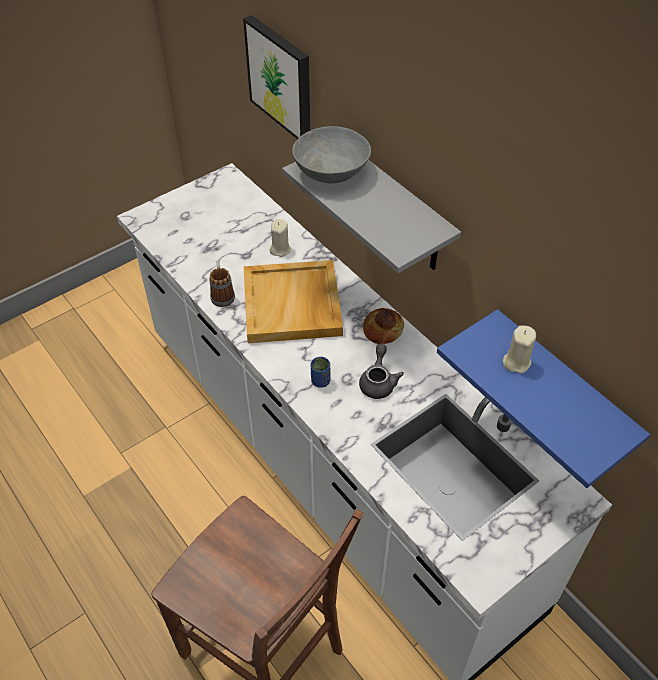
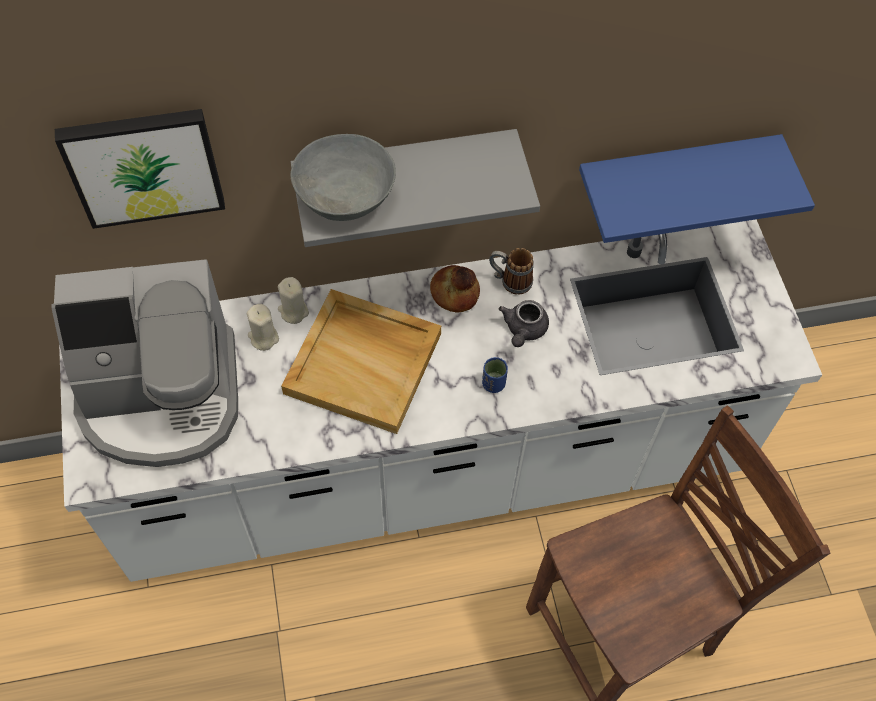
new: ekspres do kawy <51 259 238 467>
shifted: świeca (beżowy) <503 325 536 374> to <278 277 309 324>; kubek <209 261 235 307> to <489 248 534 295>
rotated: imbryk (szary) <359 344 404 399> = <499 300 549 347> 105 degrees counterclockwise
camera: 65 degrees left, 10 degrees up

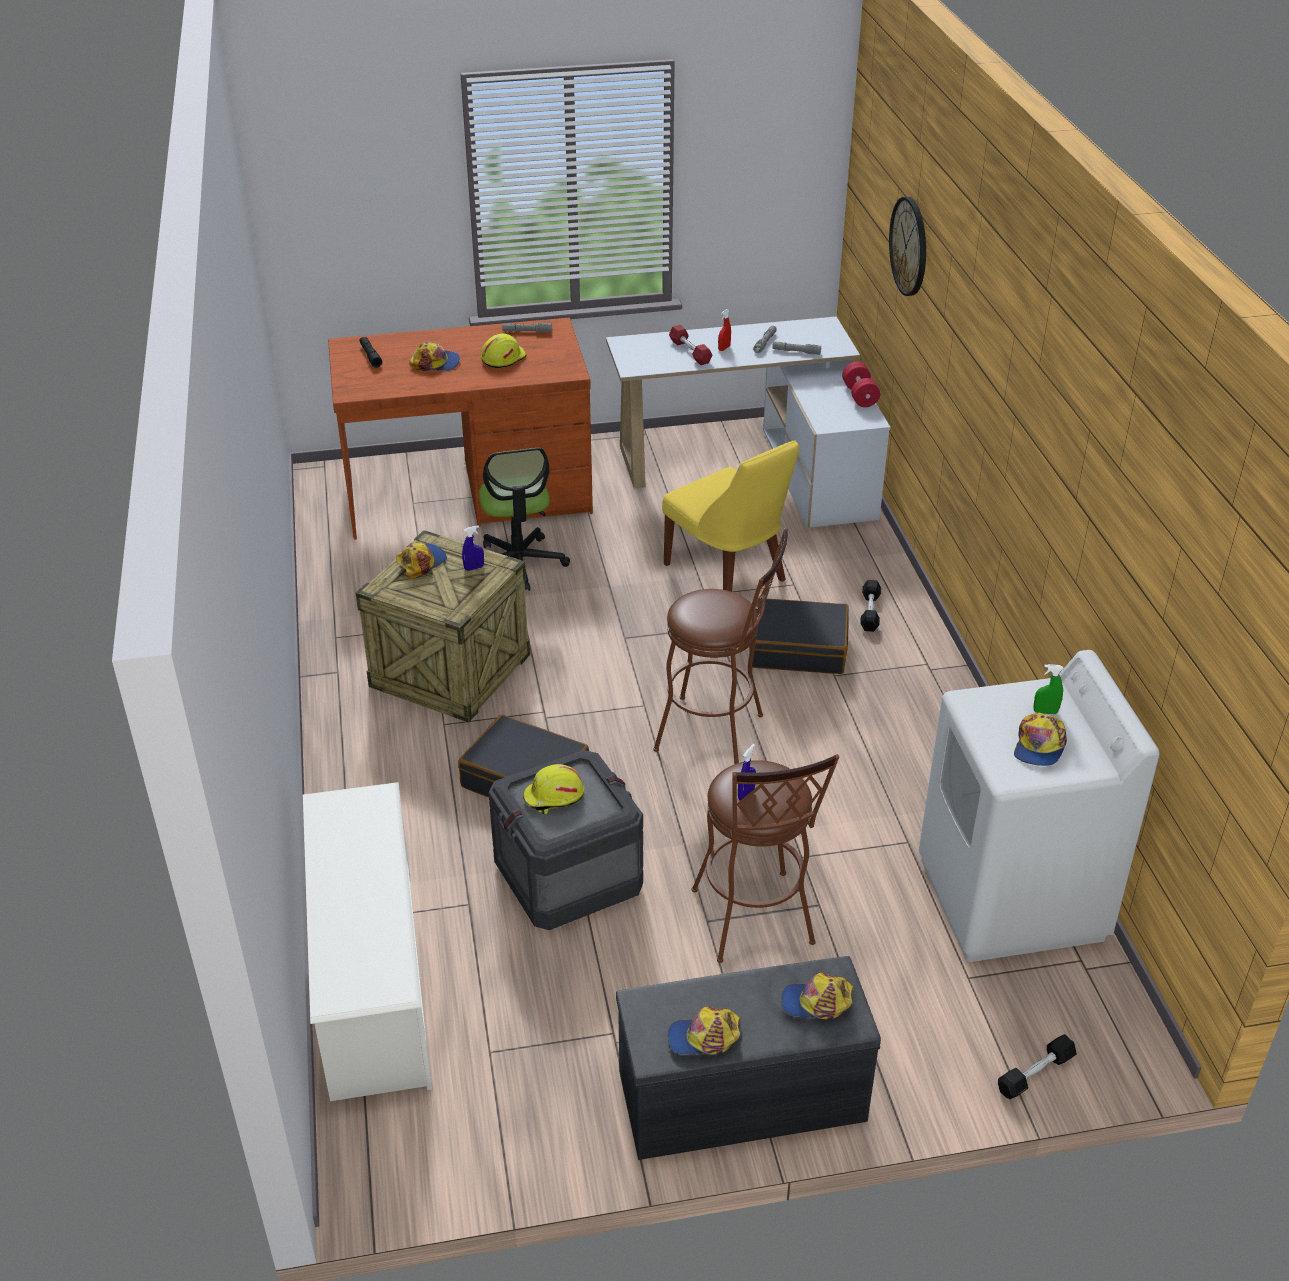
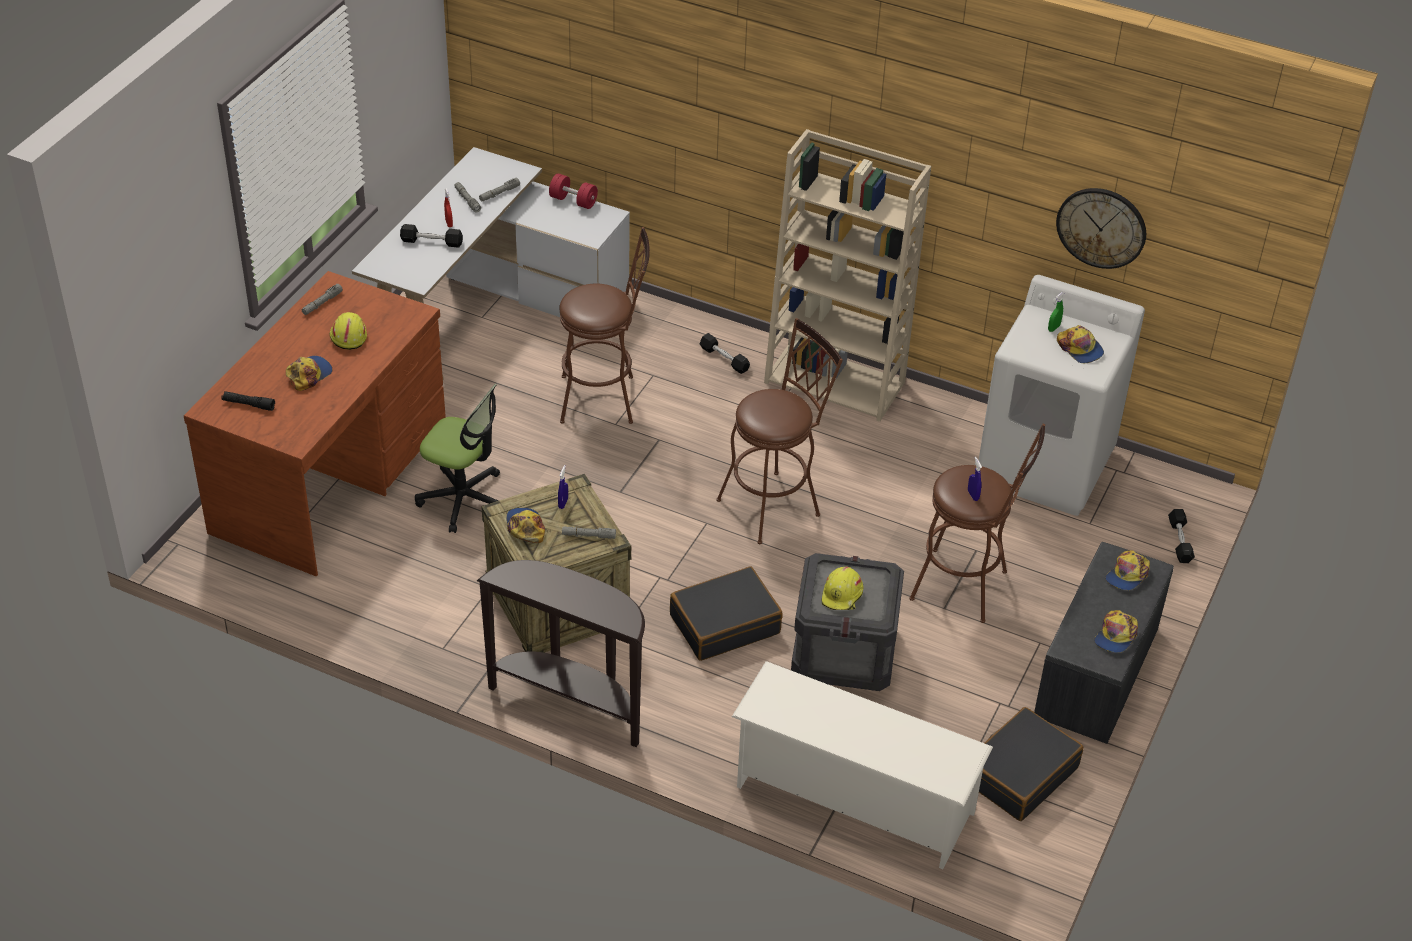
new: stolik konsolowy (brązowy) <477 560 645 747>; latarka (szary) <562 526 616 539>; regał (beżowy) <764 129 931 422>
shifted: walizka (czarny) <749 598 849 674> to <979 707 1083 821>; zegar ścienny <889 197 926 296> to <1056 188 1146 269>
swapped: krzesło (żółty) <662 441 799 592> to stołek (brązowy) <559 227 650 424>
repainted: hantel (czerwony) <669 325 712 365> to hantel (czarny) <400 224 463 248>
camera: 55 degrees left, 5 degrees up

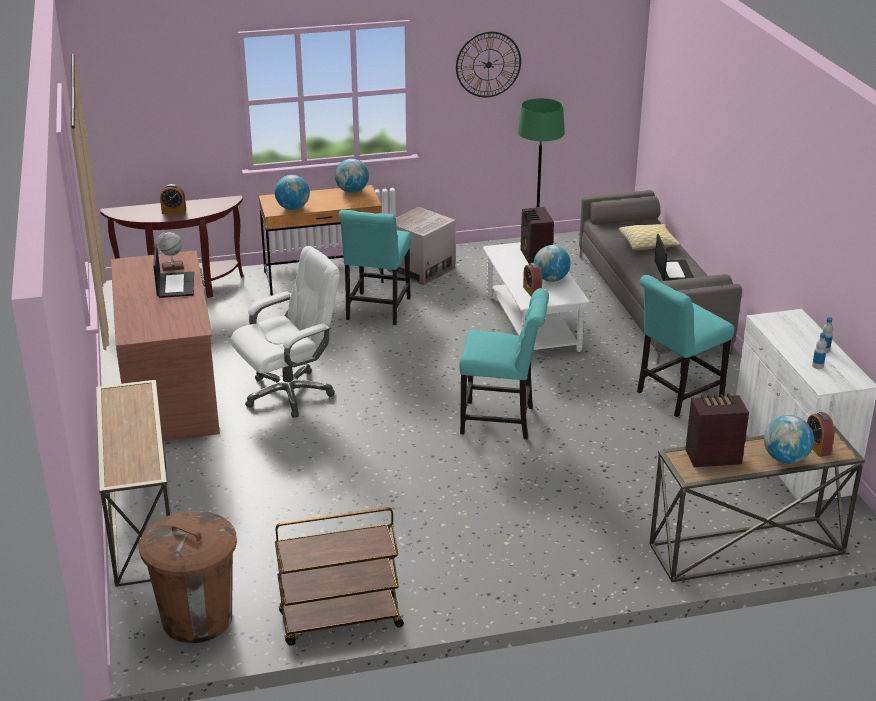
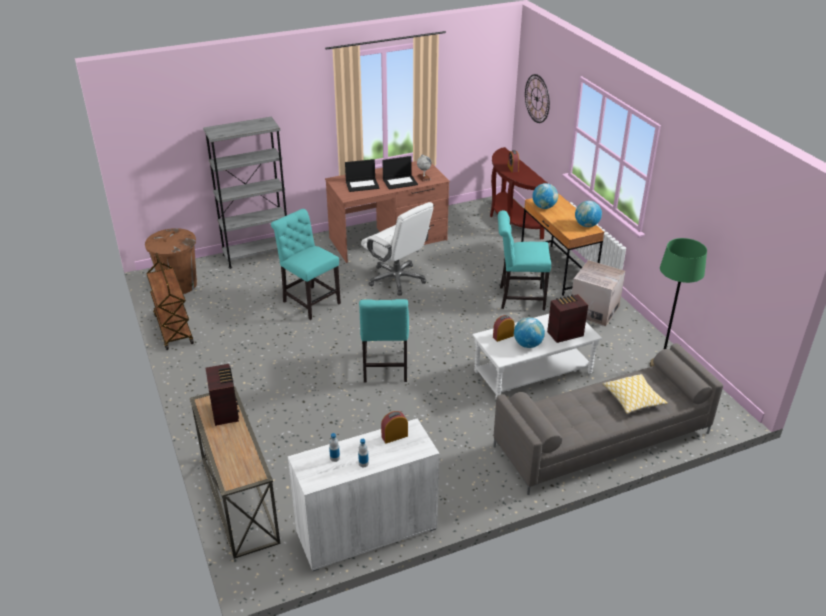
gone: globus <764 415 814 464>
shifted: krzesło (turkusowy) <637 275 734 417> to <271 209 341 320>; laptop <655 234 694 281> to <345 159 380 192>; budzik <807 412 835 457> to <381 411 408 444>; zegar ścienny <456 31 521 97> to <525 74 550 123>
swapped: stolik konsolowy <96 380 171 587> to regał (szary) <203 117 287 269>
camera: 80 degrees right, 5 degrees up

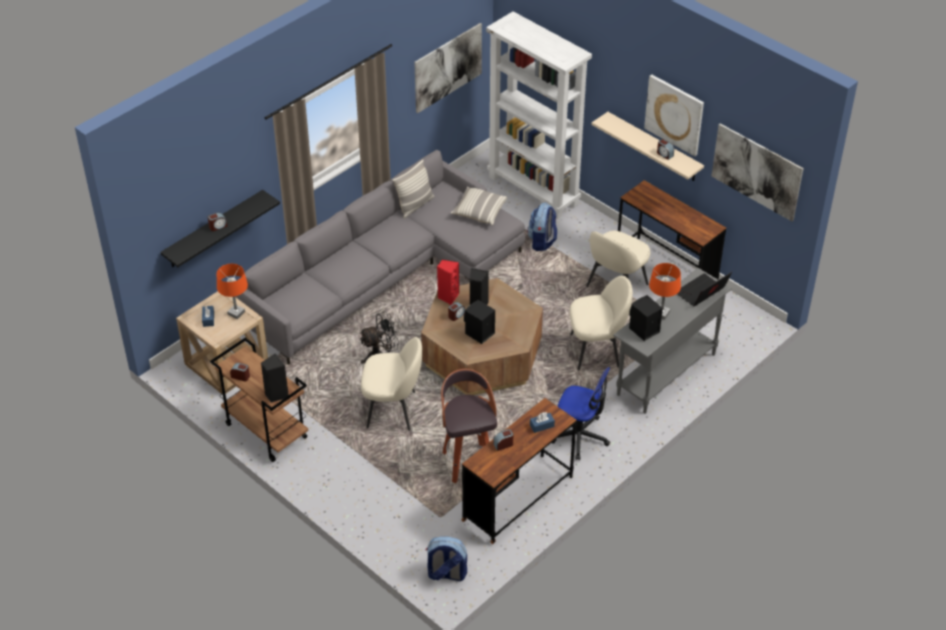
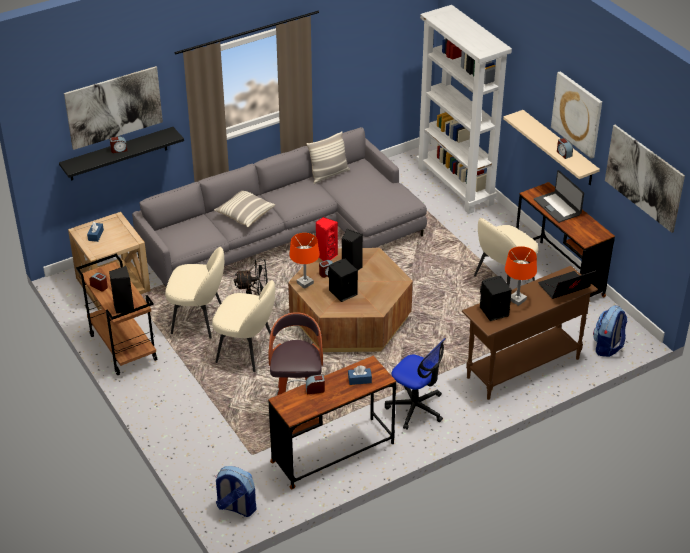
new: laptop <534 170 584 223>
shifted: obraz <414 23 482 113> to <64 66 163 150>; krzesło (beżowy) <569 276 633 371> to <165 247 224 339>; poduszka <451 187 507 225> to <214 191 275 227>; lampa stołowa (pomarańczowy) <217 264 248 319> to <289 233 320 289>; plecak <527 203 557 251> to <593 305 628 357>
repainted: stolik konsolowy (szary) <613 268 732 414> to stolik konsolowy (brązowy) <462 266 598 400>
camera: 15 degrees right, 5 degrees down

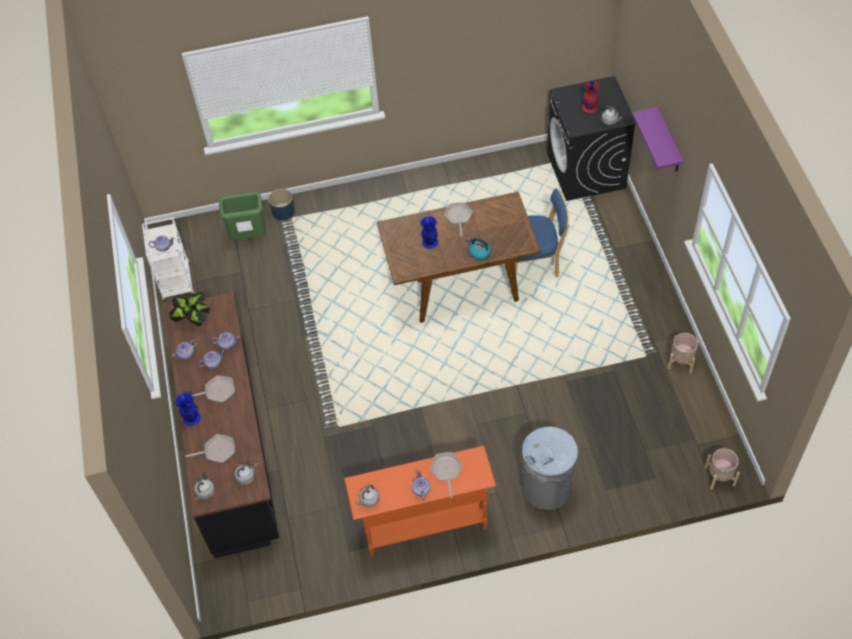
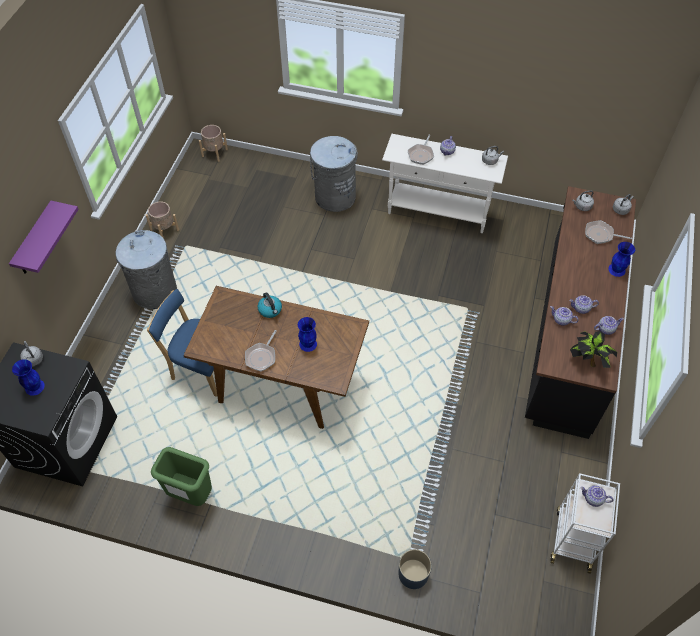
gone: patelnia <192 375 235 402>
new: kosz na śmieci (szary) <116 230 177 309>
shifted: kosz na śmieci (zielony) <219 192 266 240> to <151 447 212 506>
repainted: wazon (czerwony) <583 81 600 113> to wazon (niebieski) <12 359 45 396>; stolik konsolowy (pomarańczowy) <344 446 496 556> to stolik konsolowy (biały) <382 134 508 233>
camera: 155 degrees left, 0 degrees up

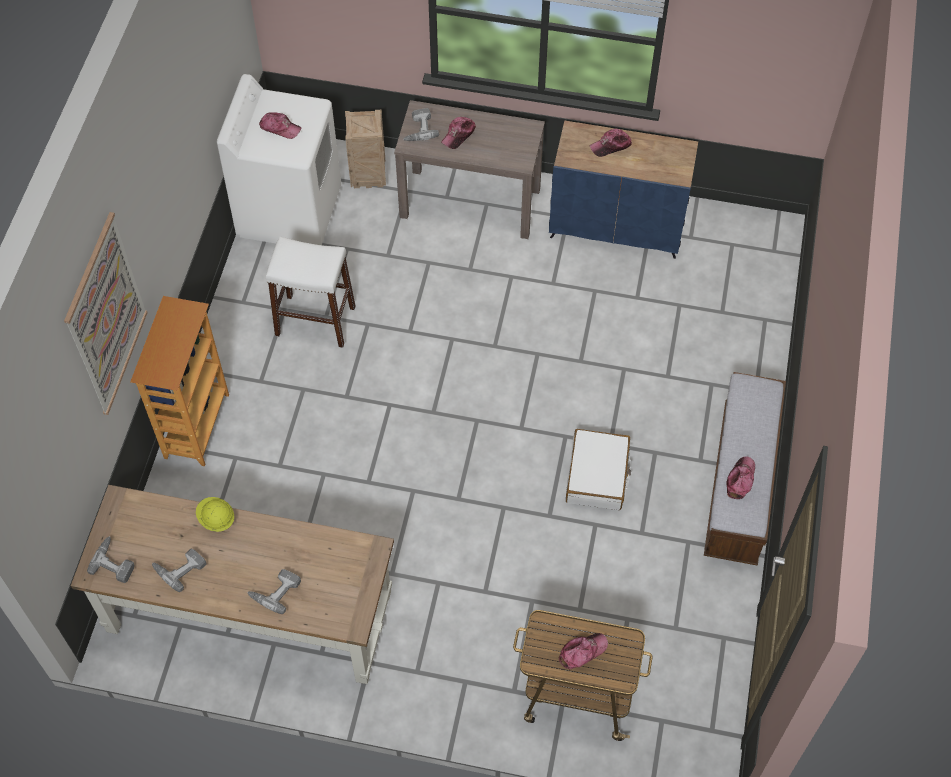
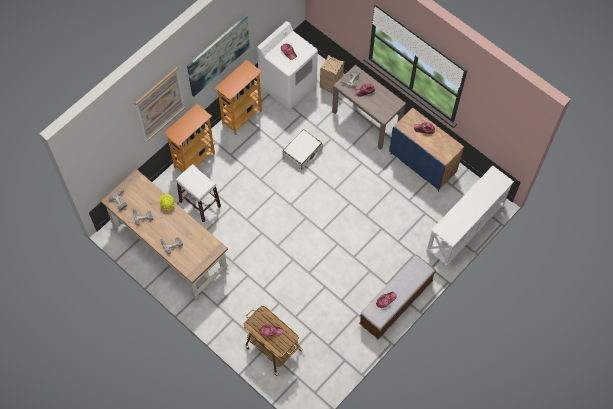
new: obraz <187 15 250 97>; regał <215 60 262 135>; stolik konsolowy (biały) <426 166 514 267>
shifted: stołek (biały) <266 236 356 348> to <176 164 221 223>; walizka (biały) <566 429 631 510> to <283 129 322 169>
camera: 30 degrees right, 5 degrees up

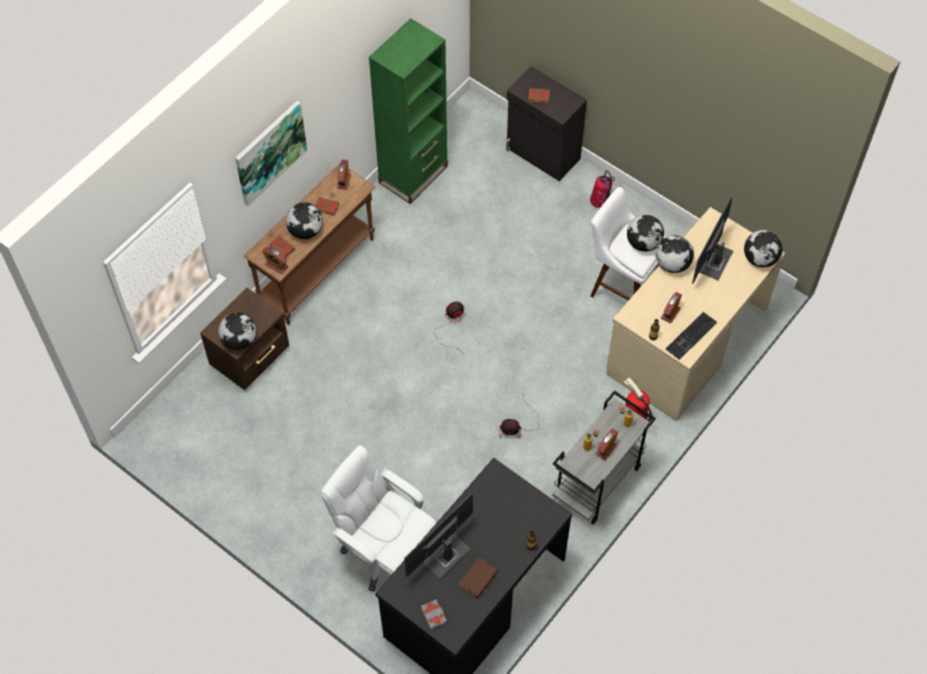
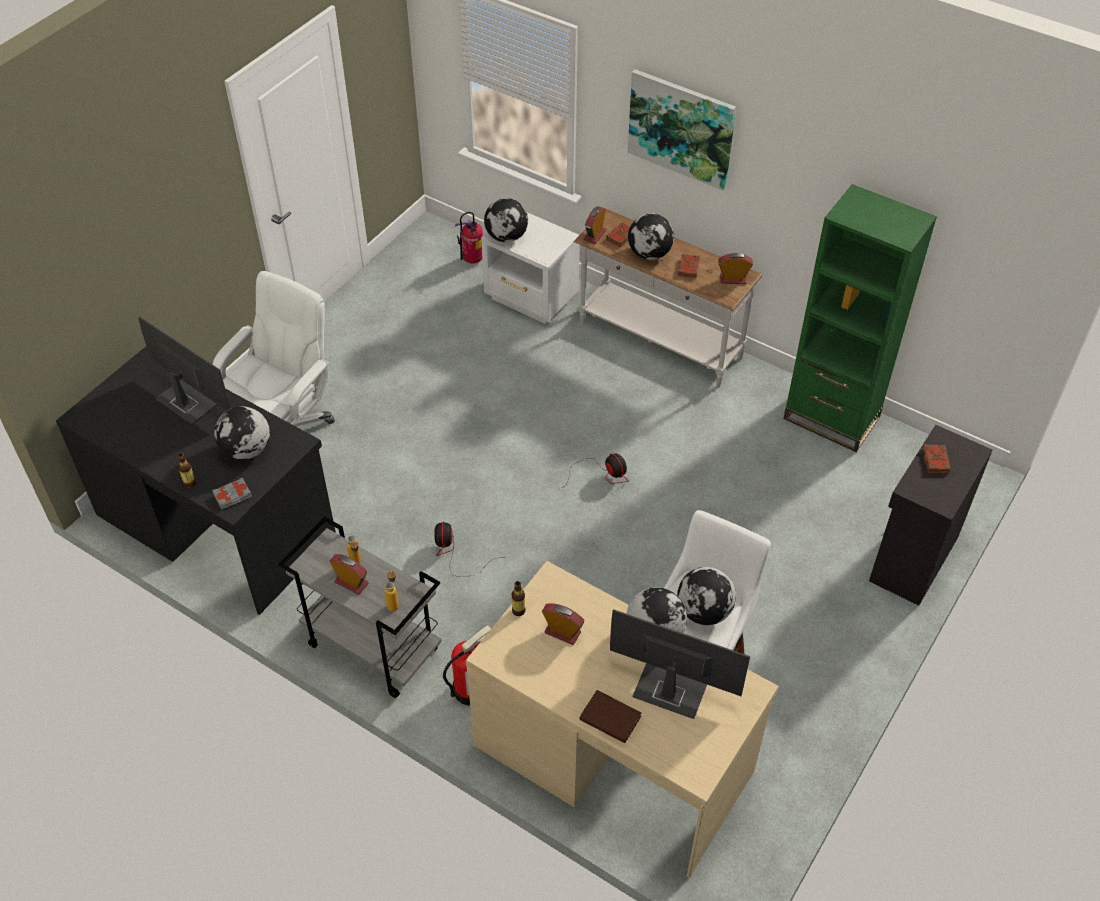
gone: klawiatura <666 312 717 360>
shifted: książka (szary) <421 599 447 630> to <212 478 252 509>; globus <744 230 783 268> to <214 406 270 460>; gaśnica <590 170 615 208> to <455 212 483 264>; książka (brązowy) <458 557 498 598> to <580 690 641 743>
repainted: szafka nocna (brązowy) <200 288 289 390> to szafka nocna (biały) <481 212 580 324>; stolik konsolowy (brązowy) <244 163 376 325> to stolik konsolowy (biały) <574 209 762 388>
camera: 85 degrees right, 10 degrees down

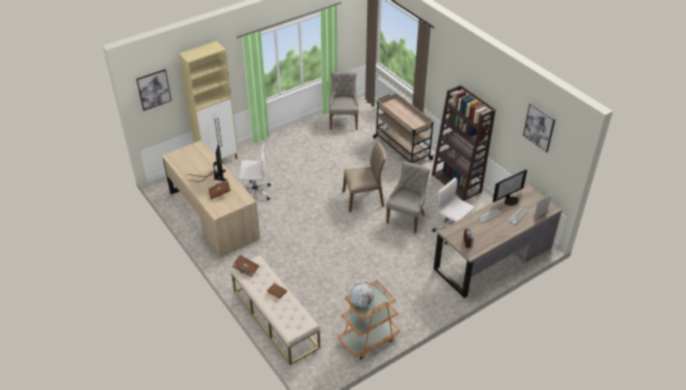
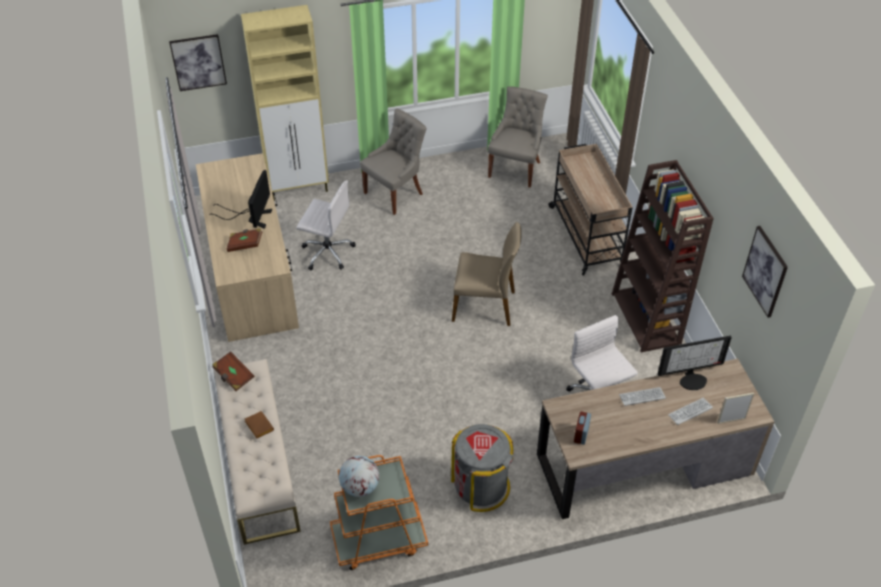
new: kosz na śmieci (szary) <451 424 514 512>
shifted: krzesło (szary) <386 161 431 233> to <360 108 426 215>
camera: 20 degrees right, 5 degrees up

